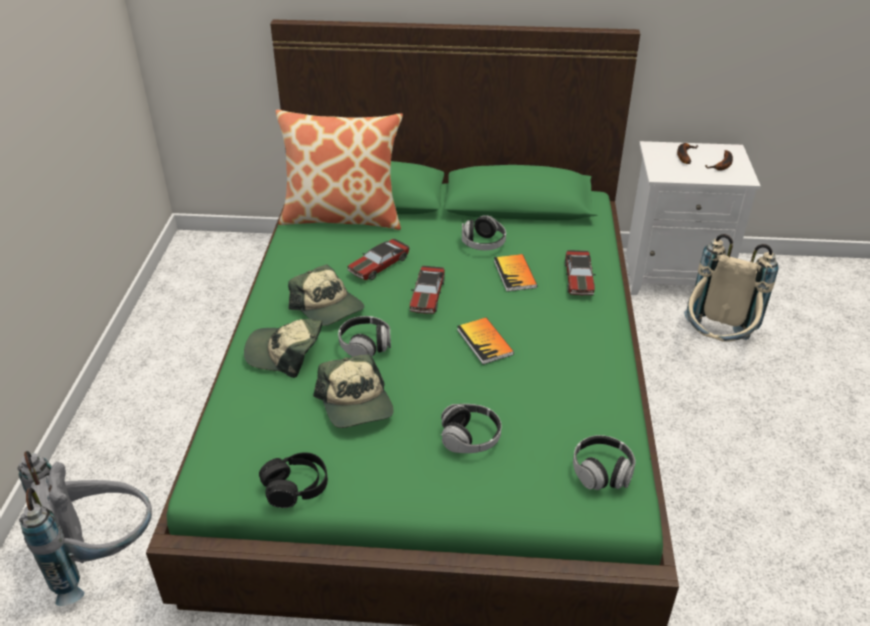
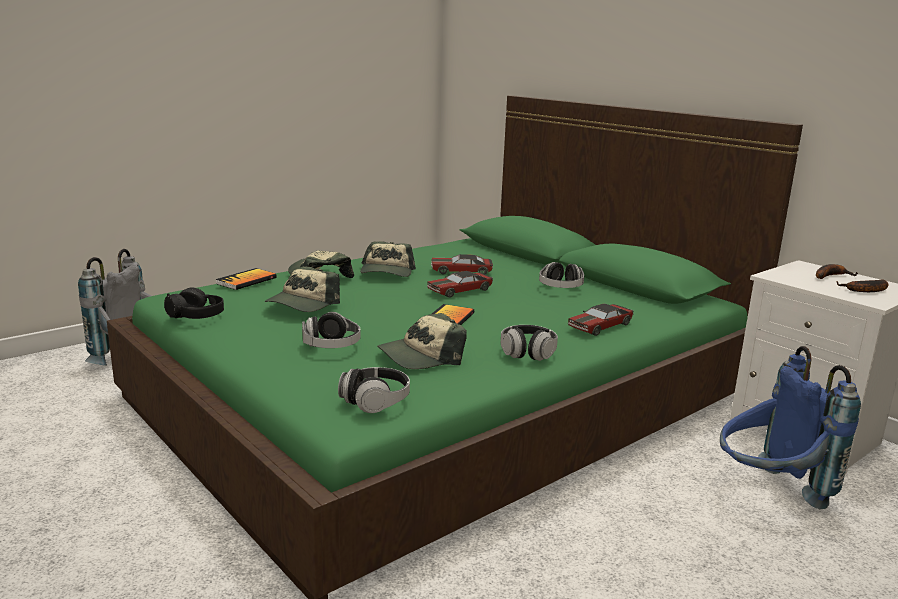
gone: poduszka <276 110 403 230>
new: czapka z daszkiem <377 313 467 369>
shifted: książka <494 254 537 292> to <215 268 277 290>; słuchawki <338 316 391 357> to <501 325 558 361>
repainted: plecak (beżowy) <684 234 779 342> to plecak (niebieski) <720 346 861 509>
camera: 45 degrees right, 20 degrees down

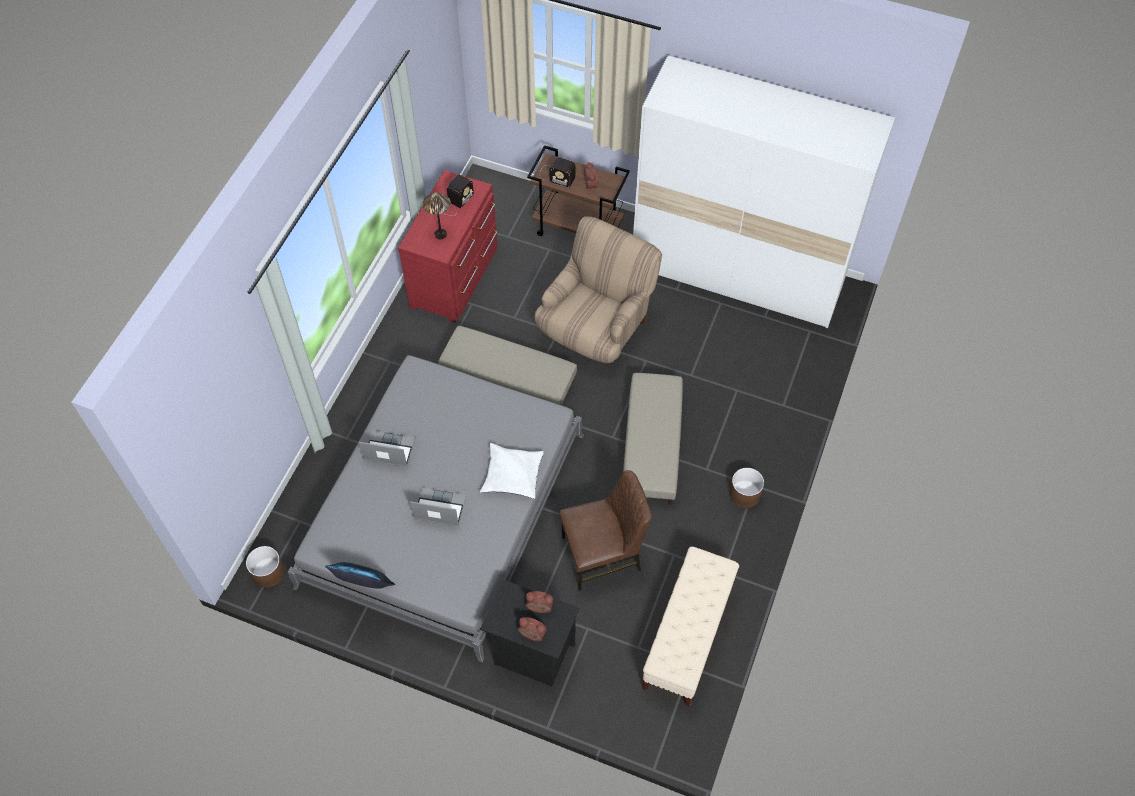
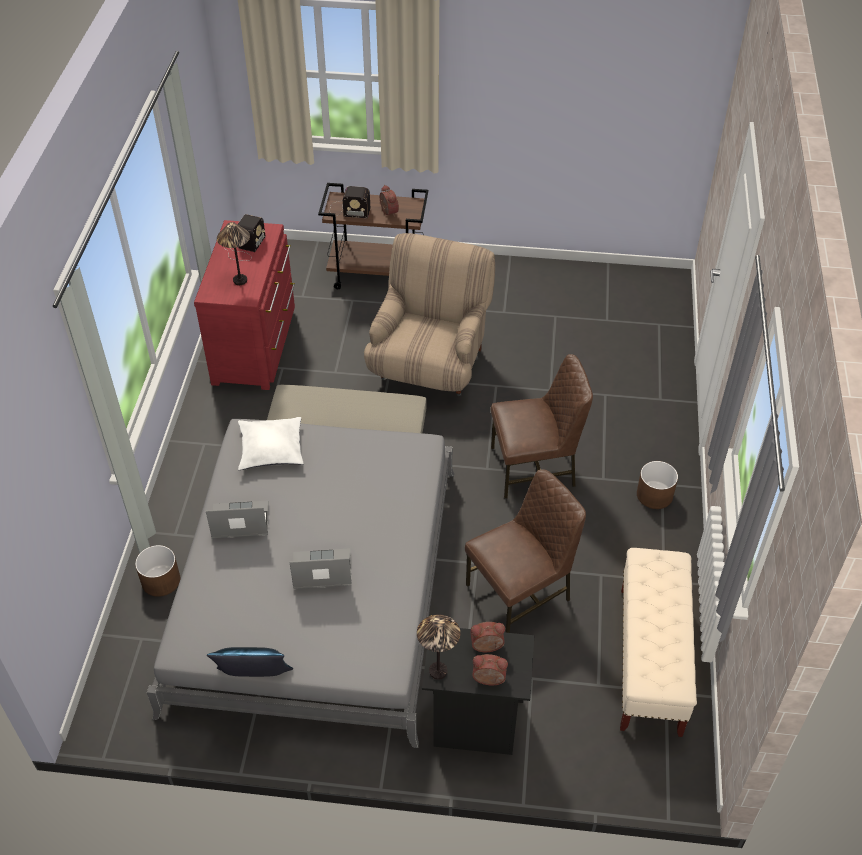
gone: szafa (biały) <633 55 895 328>
new: lampa stołowa <417 614 460 680>
shifted: donica (brązowy) <246 546 285 588> to <135 545 180 597>; poduszka (biały) <480 443 544 499> to <238 417 304 470>
swapped: pufa (beżowy) <623 373 683 505> to krzesło (brązowy) <491 354 593 499>
camera: 15 degrees left, 10 degrees down

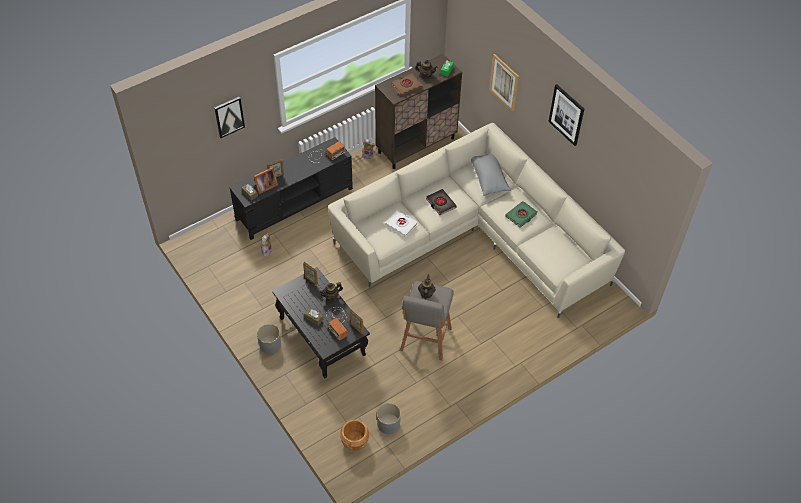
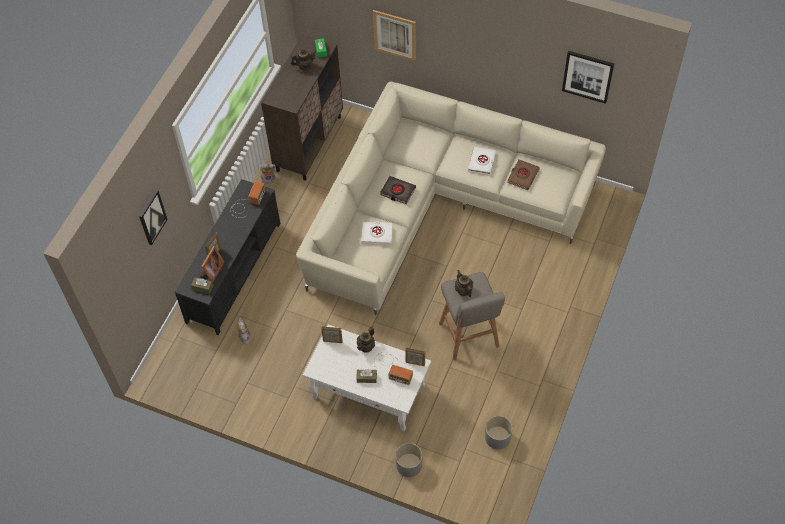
gone: donica (brązowy) <340 420 369 451>; poduszka (szary) <471 154 511 196>
shifted: donica (szary) <257 324 281 354> to <395 443 422 477>; książka (brązowy) <391 74 423 96> to <507 159 540 190>; obraz <549 84 584 146> to <562 51 614 104>
repainted: ława (czarny) <272 267 370 378> to ława (biały) <303 324 431 431>; książka (zielony) <505 201 537 228> to książka (biały) <468 147 496 175>
camera: 30 degrees left, 5 degrees up

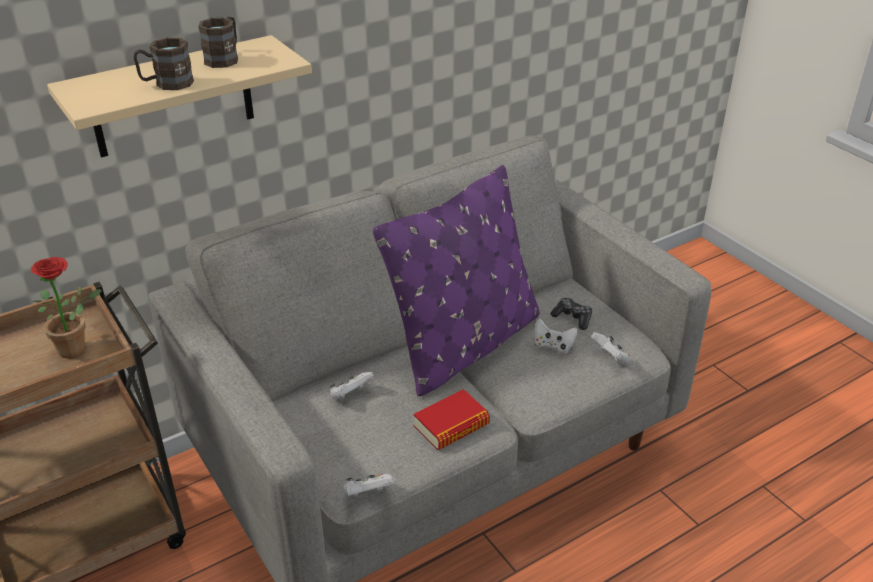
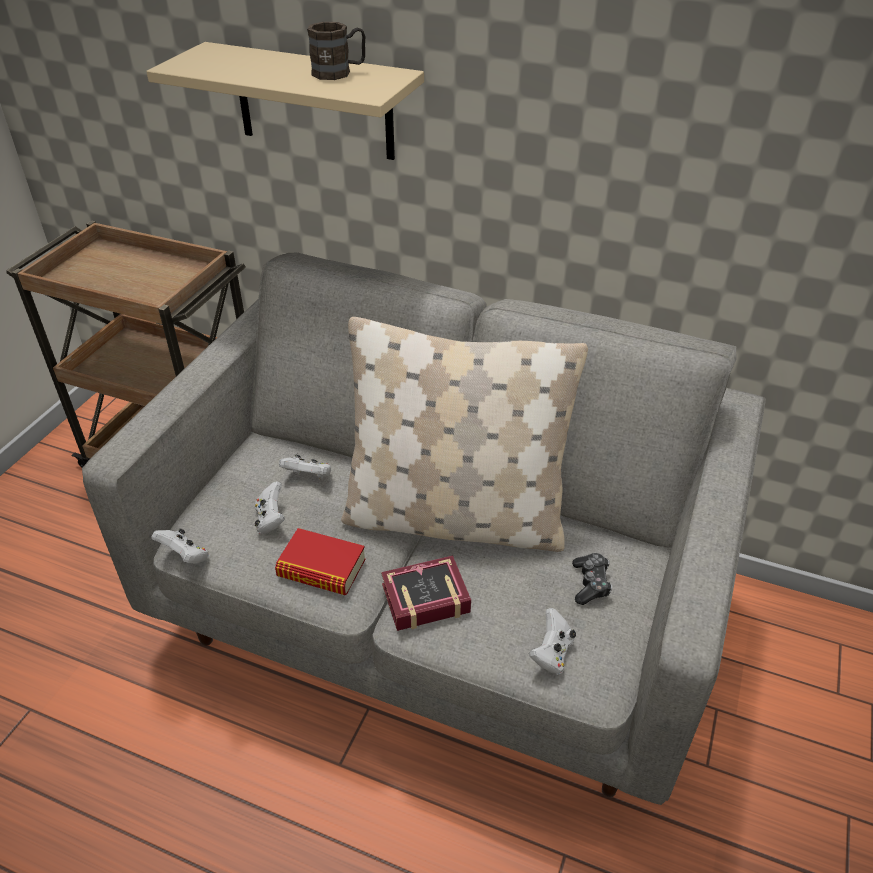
gone: roślina doniczkowa <31 257 102 359>; kubek (brązowy) <134 37 194 90>
new: książka <381 556 471 631>
shifted: pad do gier (biały) <534 318 578 354> to <255 481 285 534>
repainted: poduszka (fioletowy) <373 165 540 396> to poduszka (beżowy) <341 317 588 552>
camera: 55 degrees right, 5 degrees up

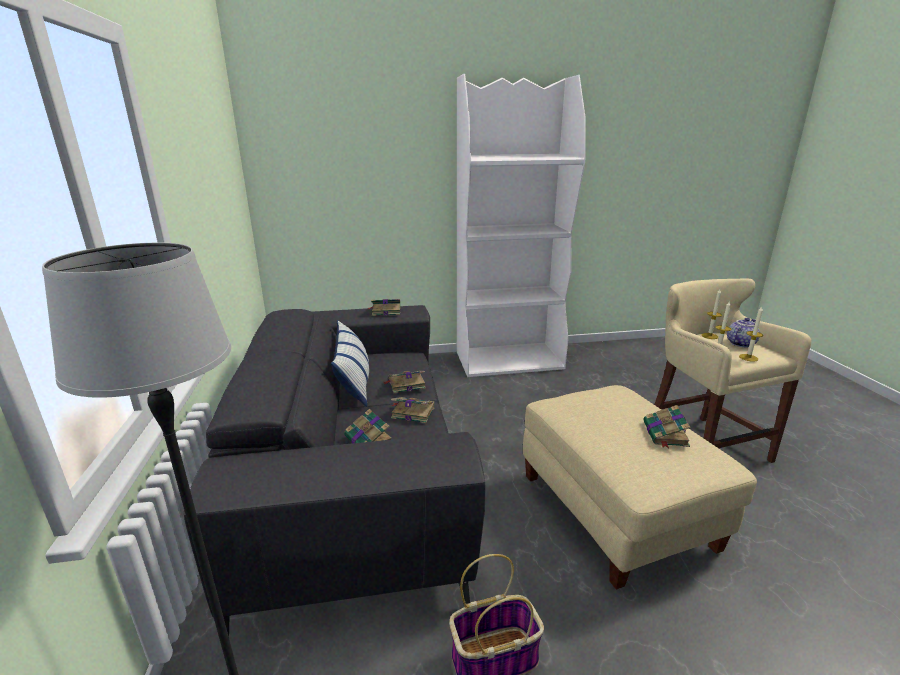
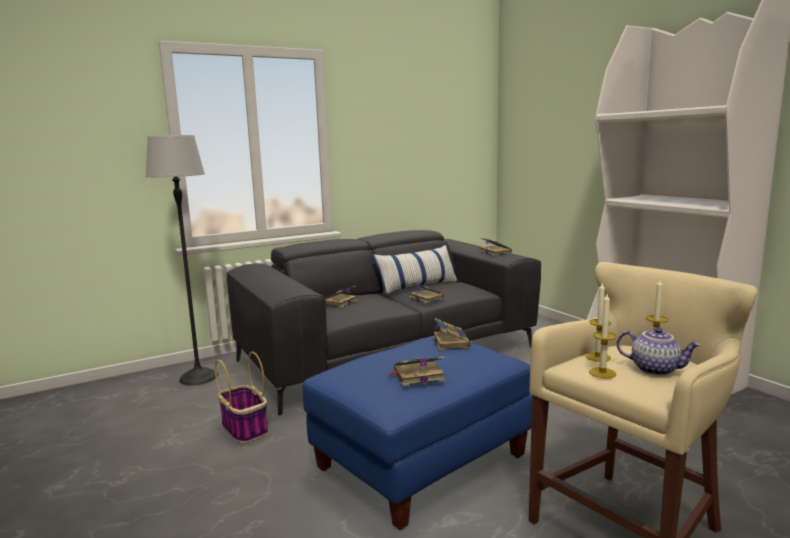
shifted: książka <391 397 435 423> to <432 318 471 350>
repainted: pufa (beżowy) <523 385 757 590> to pufa (niebieski) <303 336 532 530>
camera: 70 degrees right, 10 degrees down

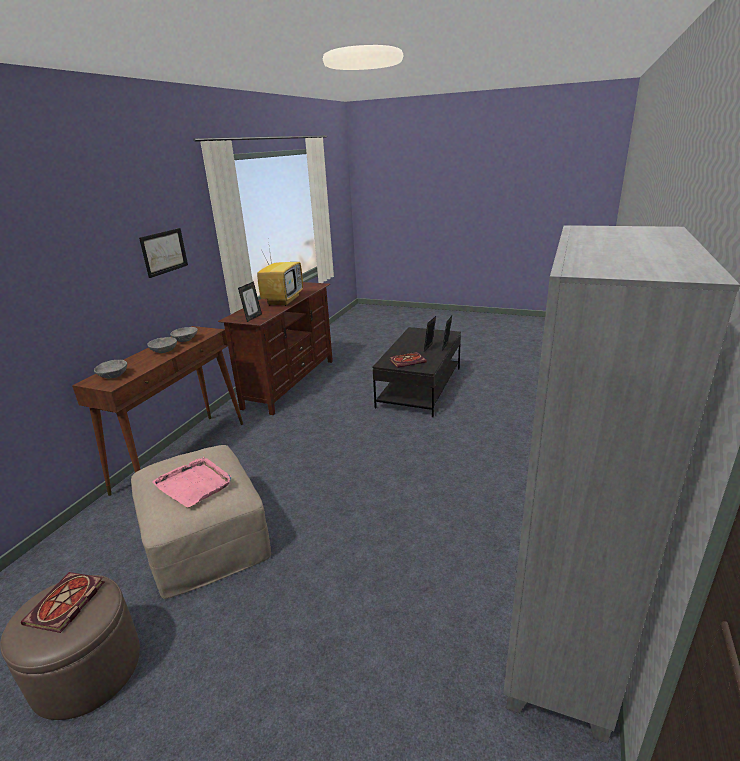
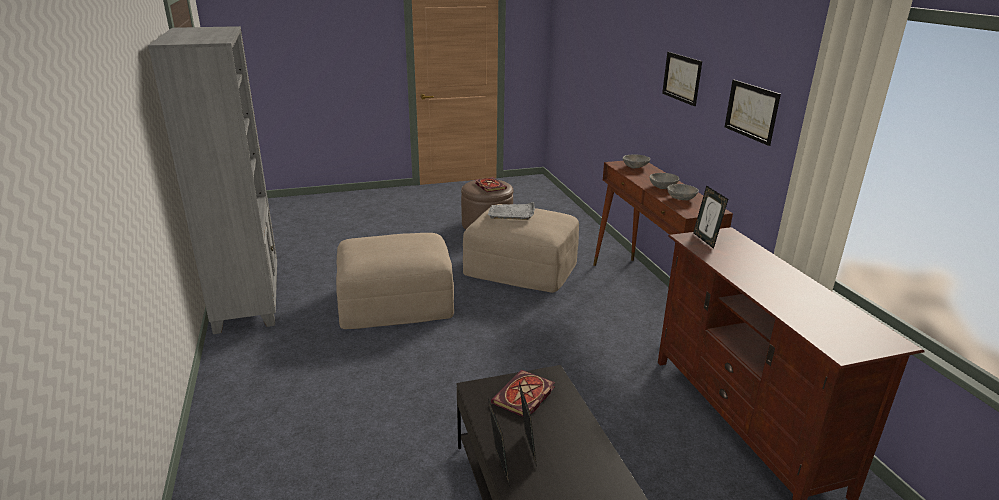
gone: telewizor <257 241 303 306>
new: pufa (beżowy) <336 233 454 329>; obraz <662 52 702 106>
repainted: taca (różowy) <152 457 231 507> to taca (szary) <488 202 535 220>
camera: 140 degrees right, 0 degrees up

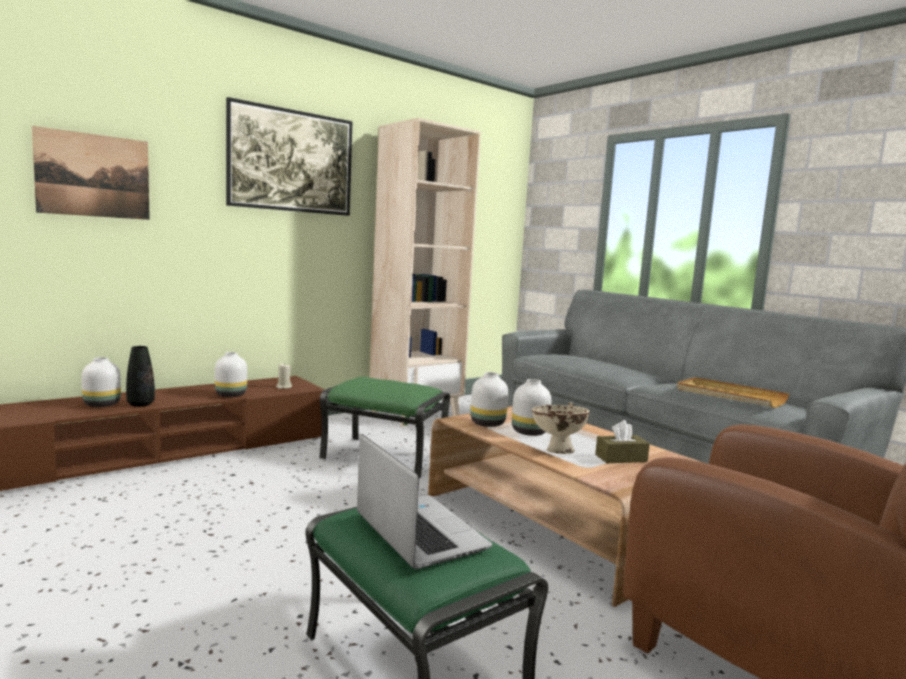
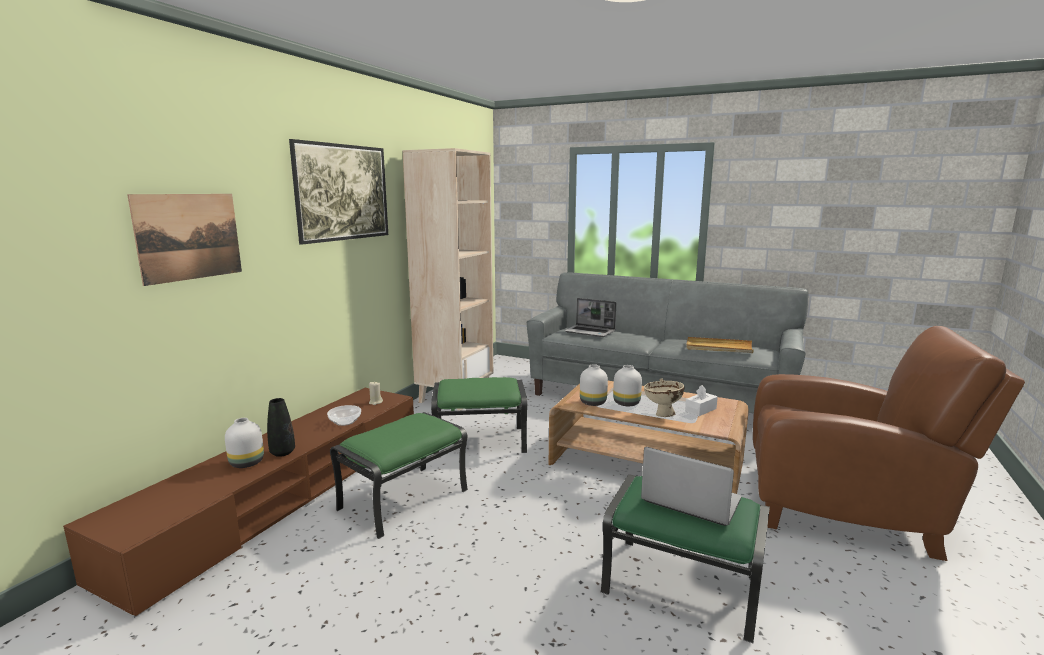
new: pufa (zielony) <330 412 468 539>; laptop <564 298 616 337>
swapped: wazon (biały) <215 352 247 397> to miska <327 405 361 426>
repainted: pudełko chusteczek (brązowy) <595 420 650 463> to pudełko chusteczek (biały) <685 385 718 416>
camera: 25 degrees left, 5 degrees up

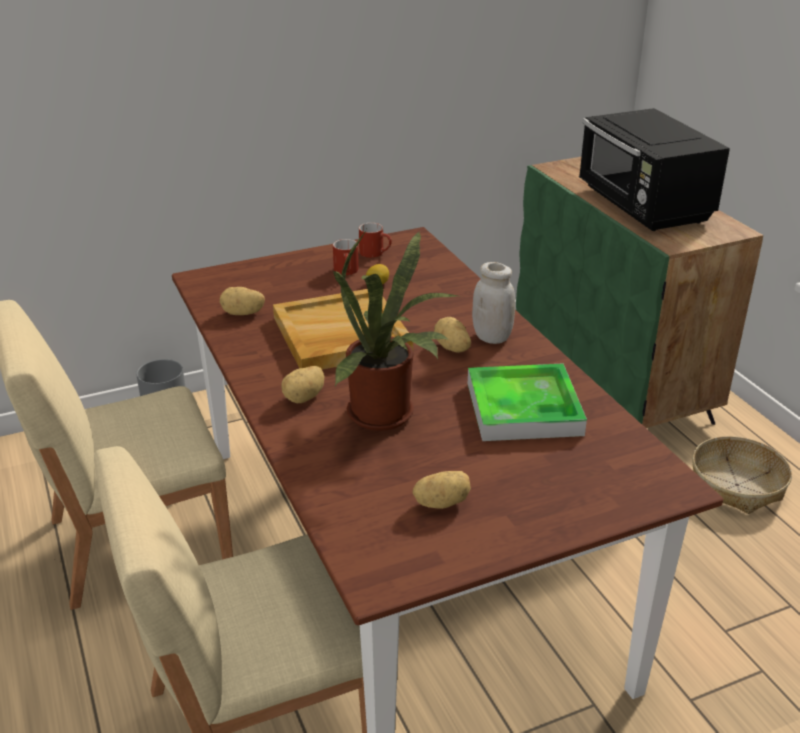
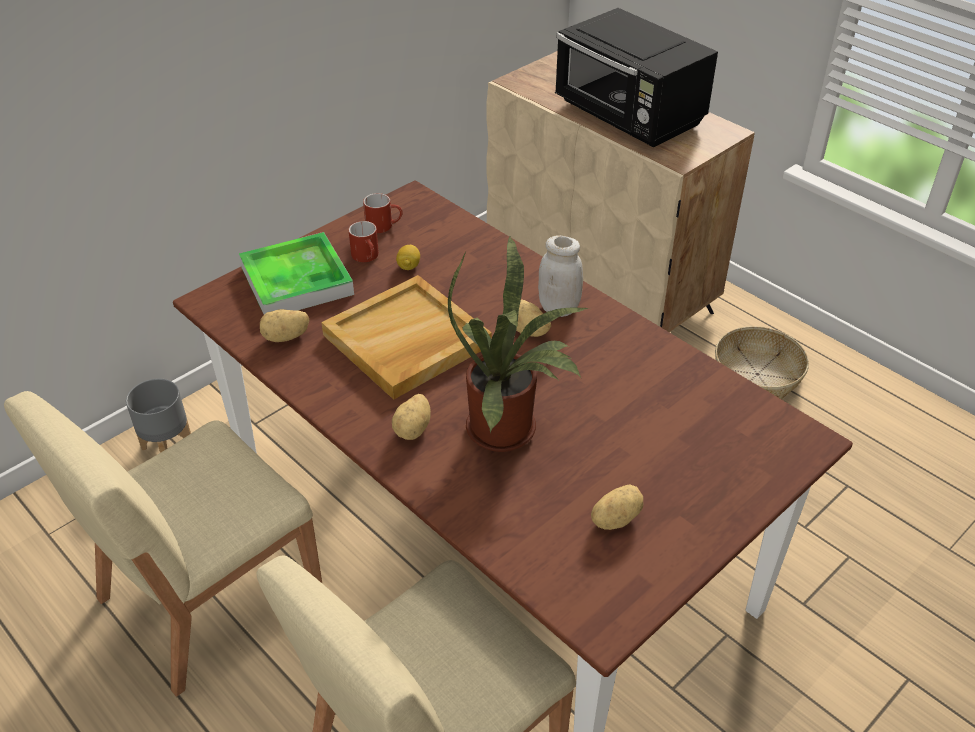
shifted: taca <468 363 587 441> to <239 232 354 314>
repainted: szafka (zielony) <516 157 763 428> to szafka (beżowy) <487 51 755 332>
camera: 20 degrees left, 10 degrees up

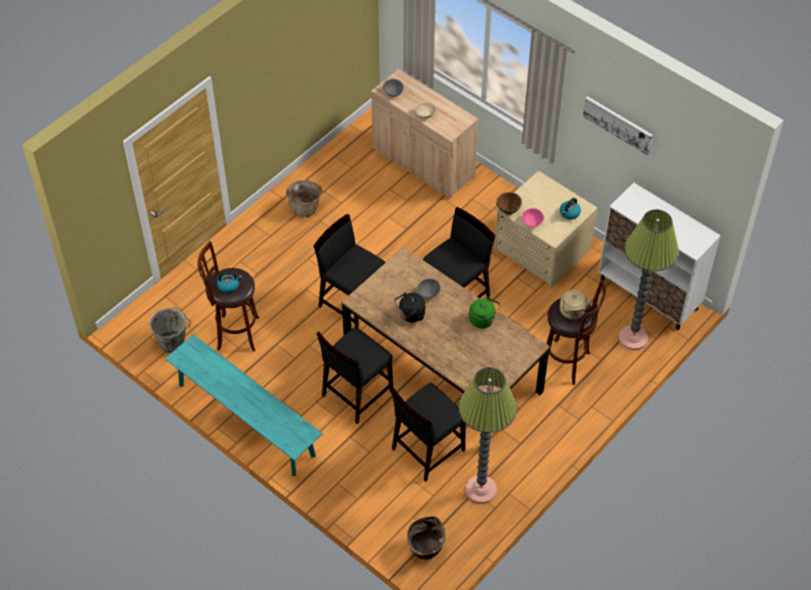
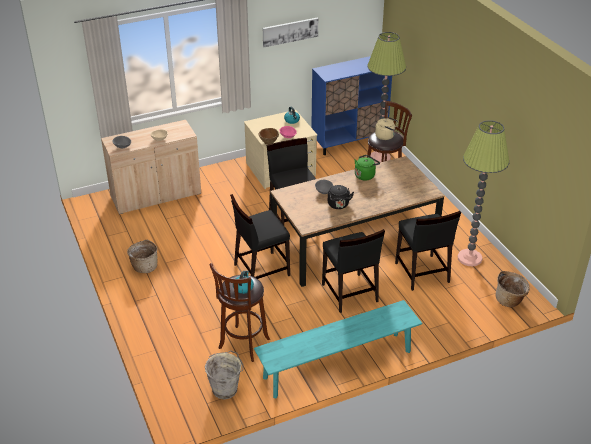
repainted: szafka (biały) <599 183 721 330> to szafka (niebieski) <311 56 392 155>
camera: 65 degrees left, 15 degrees down

